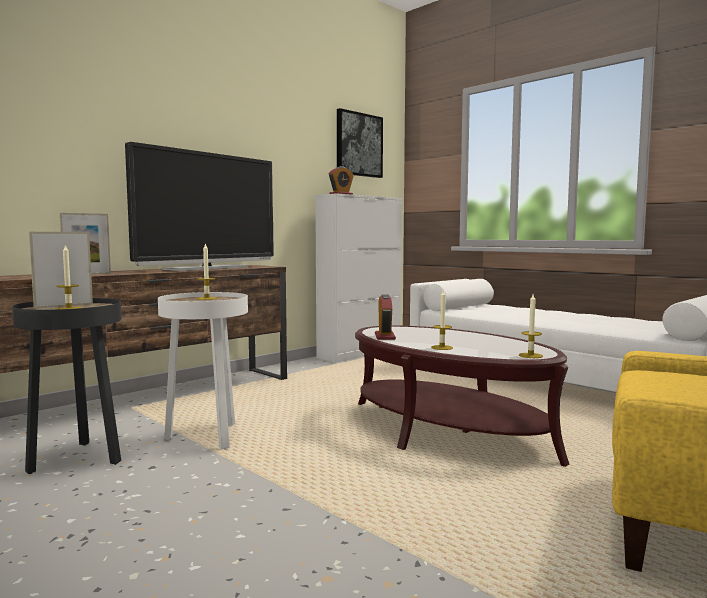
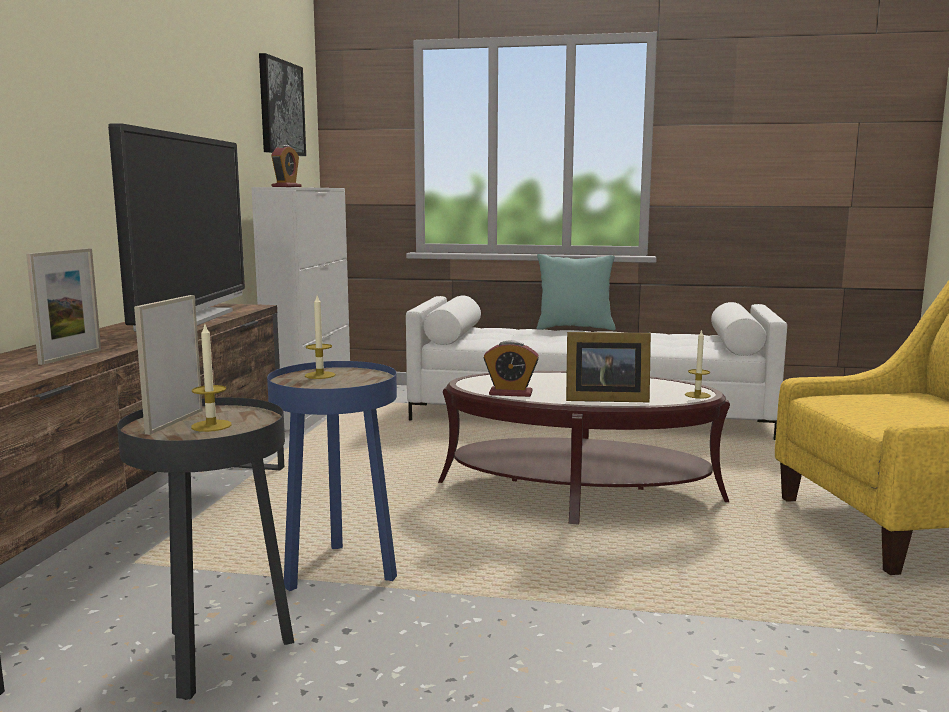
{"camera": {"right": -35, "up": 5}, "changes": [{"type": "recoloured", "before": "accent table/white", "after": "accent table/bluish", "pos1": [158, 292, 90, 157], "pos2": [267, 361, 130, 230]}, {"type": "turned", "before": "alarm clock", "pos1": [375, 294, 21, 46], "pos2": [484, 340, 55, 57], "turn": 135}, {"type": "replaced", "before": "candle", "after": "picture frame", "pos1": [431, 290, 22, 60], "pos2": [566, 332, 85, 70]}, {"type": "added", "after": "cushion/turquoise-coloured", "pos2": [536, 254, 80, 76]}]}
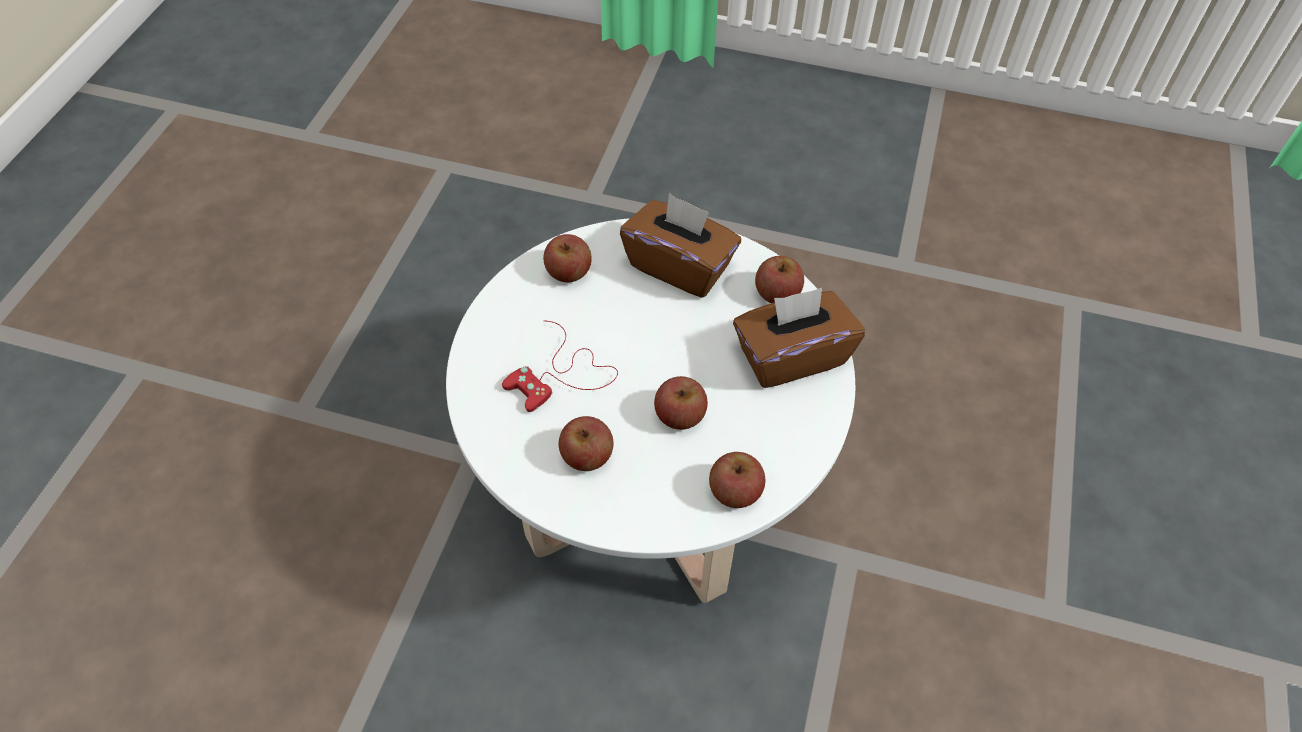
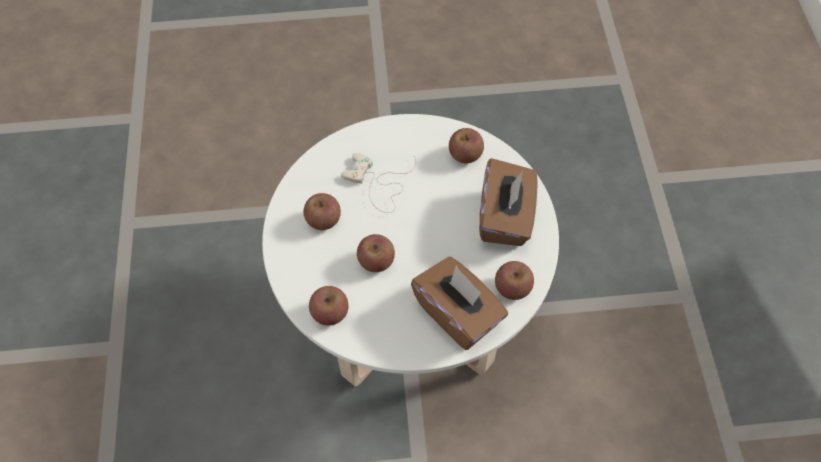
{"camera": {"right": 70, "up": 5}, "changes": [{"type": "recoloured", "before": "joypad/reddish", "after": "joypad/white", "pos1": [502, 320, 116, 92], "pos2": [341, 153, 75, 60]}]}
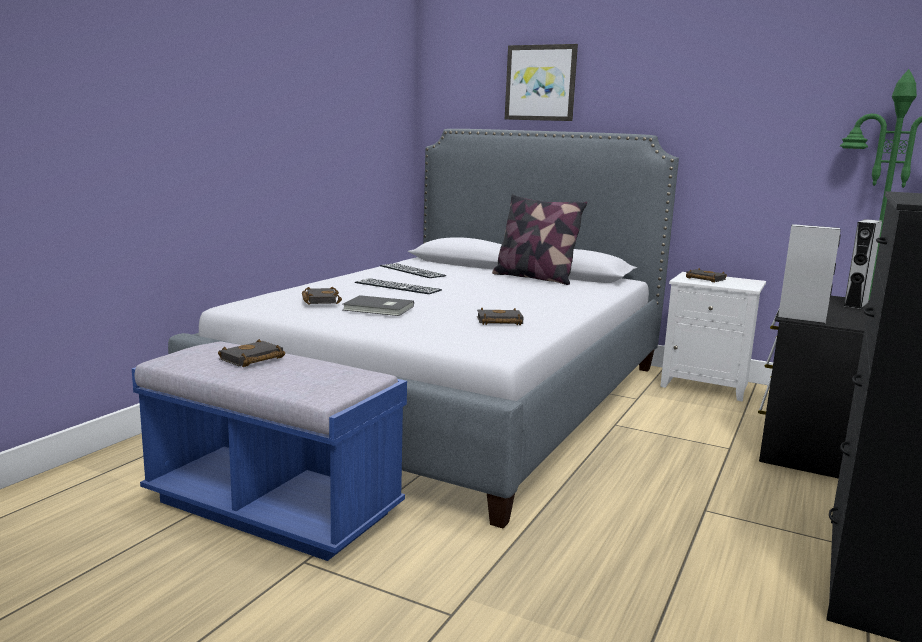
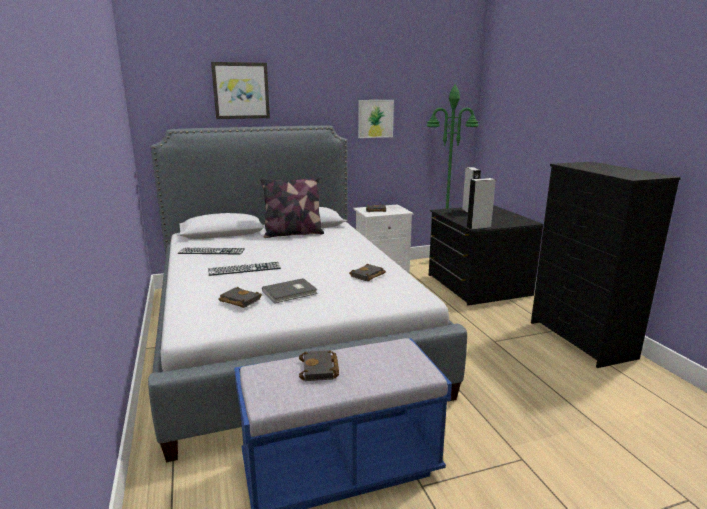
{"camera": {"right": -45, "up": 5}, "changes": [{"type": "added", "after": "wall picture", "pos2": [358, 100, 36, 38]}]}
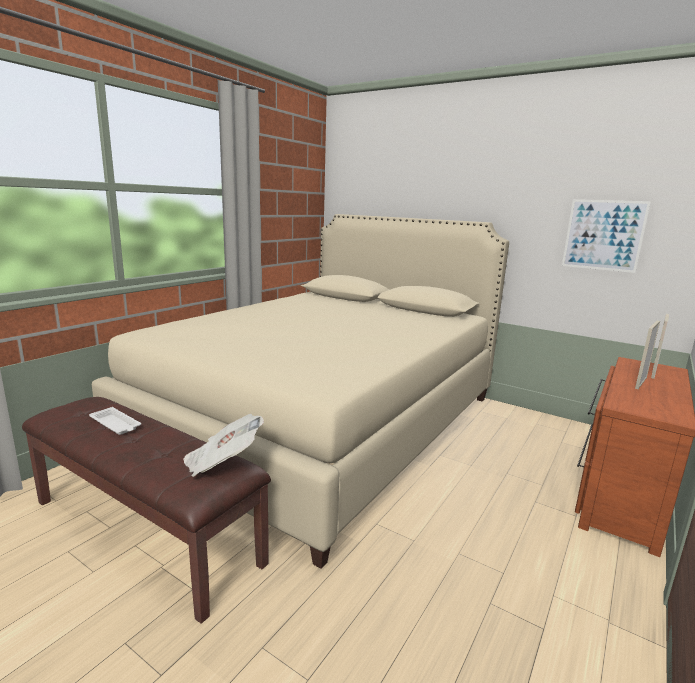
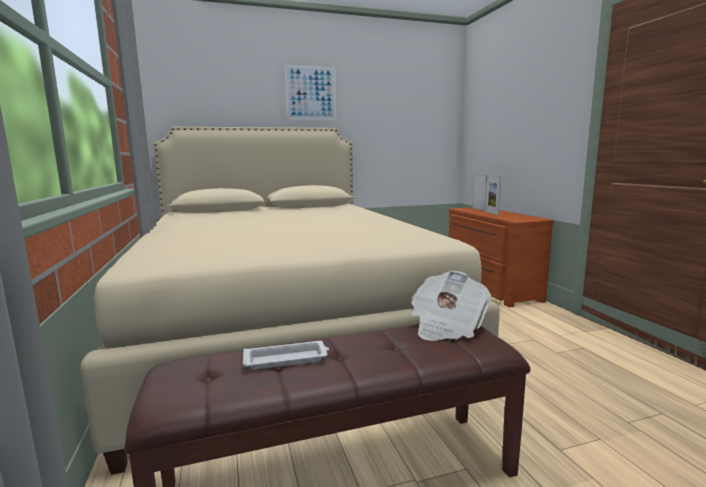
{"camera": {"right": -50, "up": -5}, "changes": [{"type": "moved", "before": "wall picture", "pos1": [562, 199, 89, 74], "pos2": [285, 65, 51, 55]}]}
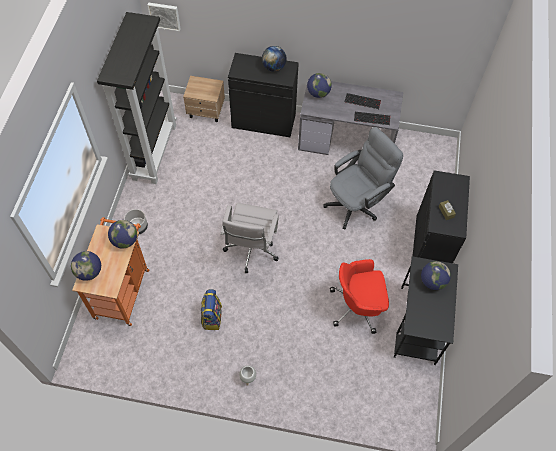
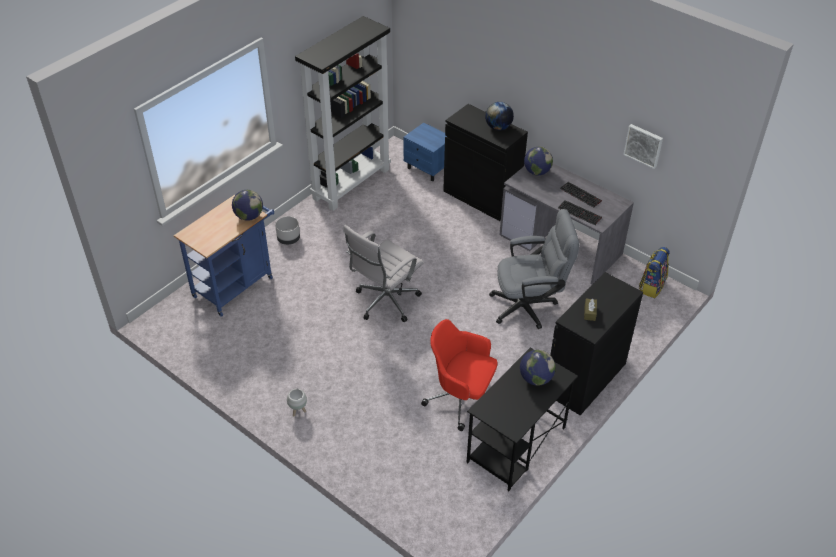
{"camera": {"right": 30, "up": -15}, "changes": [{"type": "removed", "before": "world globe", "pos1": [71, 251, 30, 30]}, {"type": "recoloured", "before": "wheeled cart/orange", "after": "wheeled cart/bluish", "pos1": [72, 217, 77, 109], "pos2": [174, 195, 100, 122]}, {"type": "moved", "before": "wall picture", "pos1": [148, 3, 33, 28], "pos2": [623, 124, 40, 45]}, {"type": "recoloured", "before": "night table/beige-coloured", "after": "night table/bluish", "pos1": [183, 76, 42, 46], "pos2": [403, 123, 44, 58]}, {"type": "moved", "before": "backpack", "pos1": [201, 289, 21, 41], "pos2": [639, 247, 31, 51]}]}
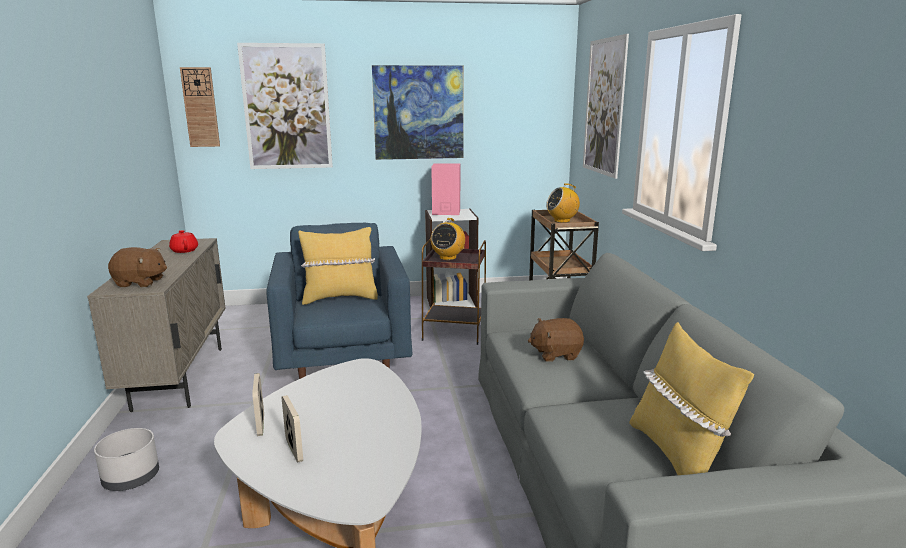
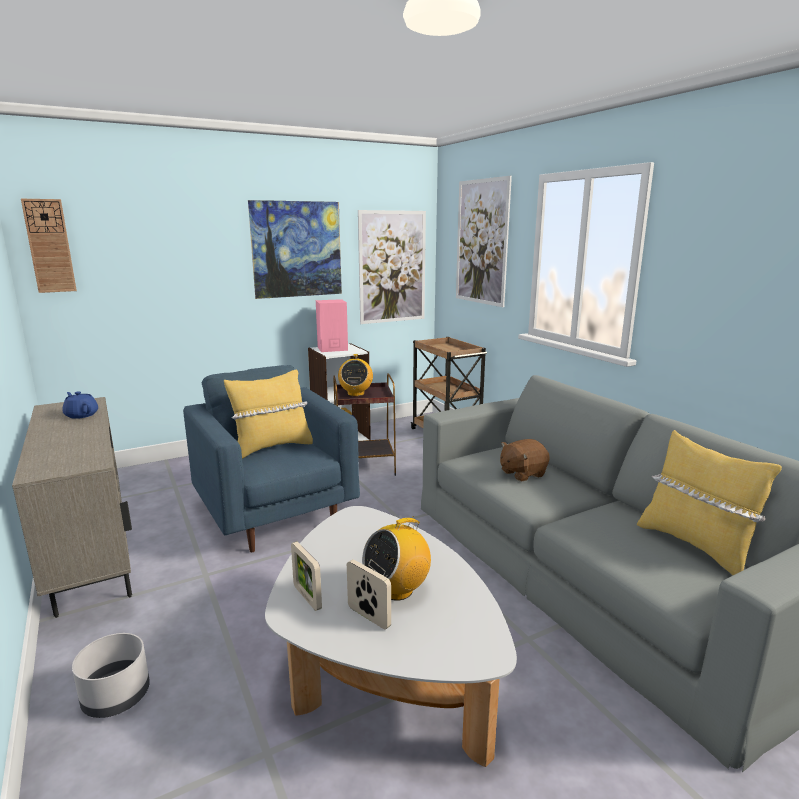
{"camera": {"right": -20, "up": 0}, "changes": [{"type": "removed", "before": "cuddly toy/brown-coloured", "pos1": [108, 247, 59, 40]}, {"type": "recoloured", "before": "pot for tea/reddish", "after": "pot for tea/bluish", "pos1": [169, 230, 29, 23], "pos2": [62, 391, 36, 28]}, {"type": "moved", "before": "wall picture", "pos1": [237, 43, 96, 126], "pos2": [358, 210, 68, 114]}, {"type": "moved", "before": "radio set", "pos1": [546, 183, 34, 40], "pos2": [362, 517, 69, 84]}]}
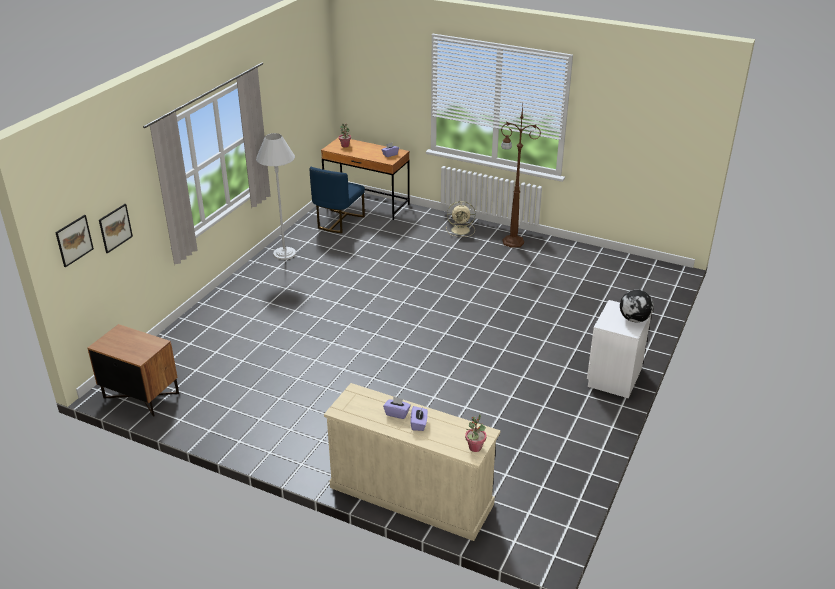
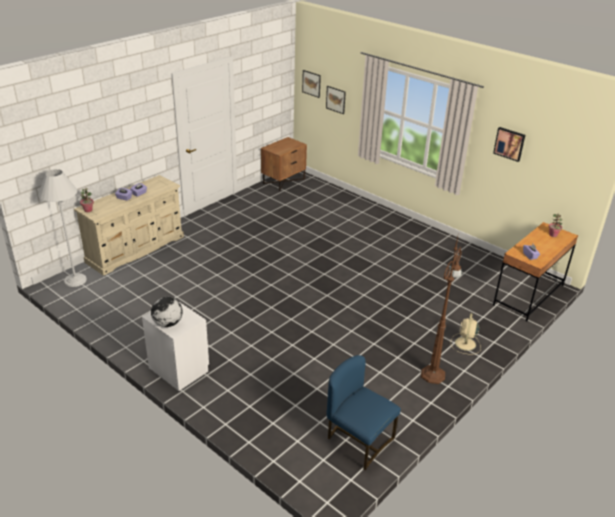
{"camera": {"right": 105, "up": 0}, "changes": [{"type": "moved", "before": "floor lamp/white", "pos1": [256, 133, 40, 127], "pos2": [38, 169, 49, 118]}, {"type": "moved", "before": "chair/bluish", "pos1": [309, 167, 56, 66], "pos2": [327, 355, 74, 115]}, {"type": "added", "after": "wall picture", "pos2": [493, 127, 32, 35]}]}
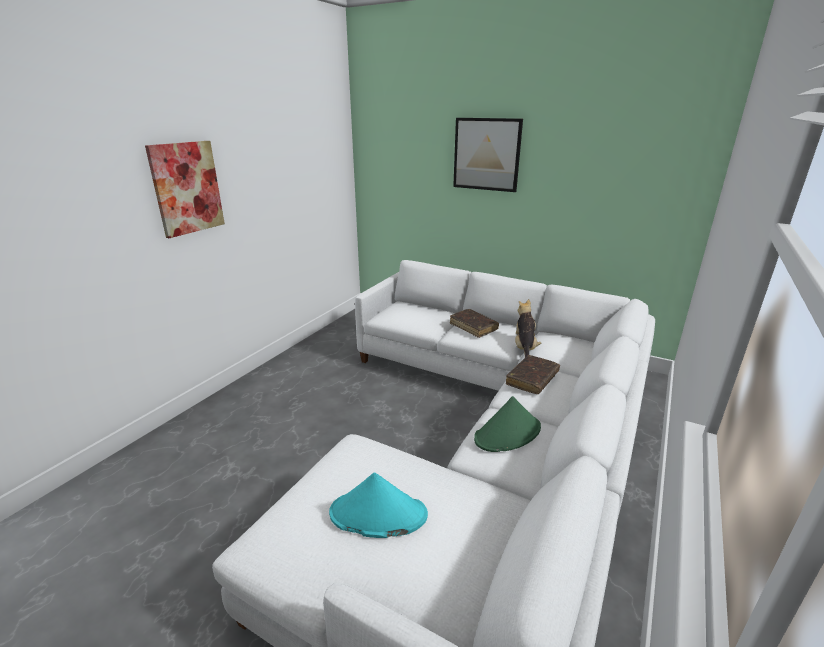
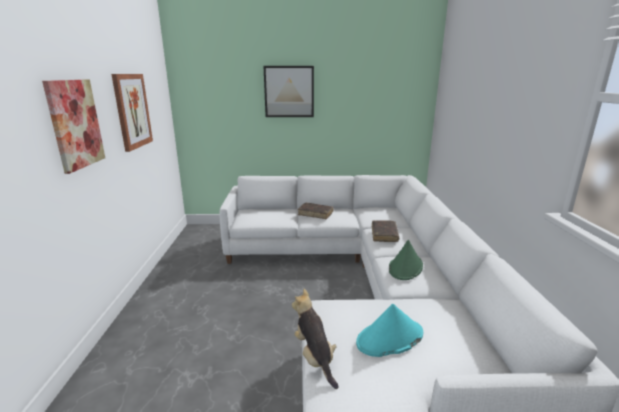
{"camera": {"right": -30, "up": -5}, "changes": [{"type": "moved", "before": "cuddly toy", "pos1": [515, 299, 26, 58], "pos2": [292, 289, 47, 100]}, {"type": "added", "after": "wall picture", "pos2": [111, 74, 42, 78]}]}
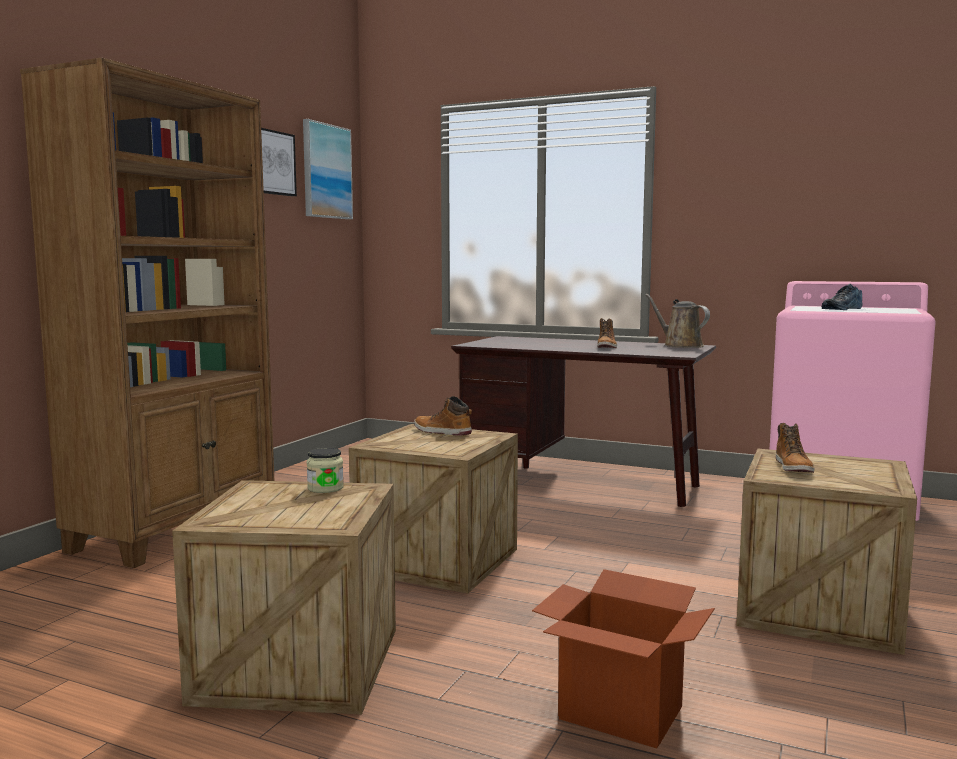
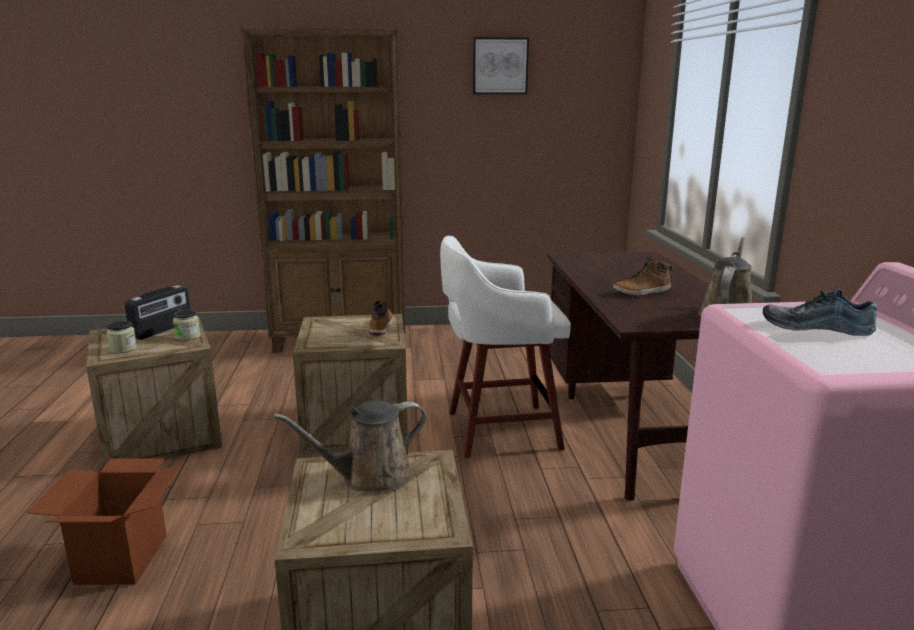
{"camera": {"right": 60, "up": 10}, "changes": [{"type": "removed", "before": "wall picture", "pos1": [303, 119, 50, 100]}, {"type": "replaced", "before": "high-top boot", "after": "sprinkling can/brown-coloured", "pos1": [776, 423, 38, 50], "pos2": [273, 400, 153, 92]}, {"type": "added", "after": "storage jar", "pos2": [106, 321, 31, 33]}, {"type": "added", "after": "radio set", "pos2": [125, 285, 65, 55]}, {"type": "added", "after": "sitting stool/white", "pos2": [440, 236, 131, 222]}]}
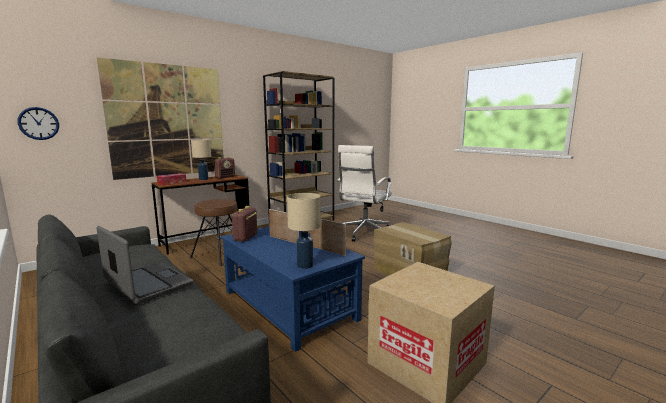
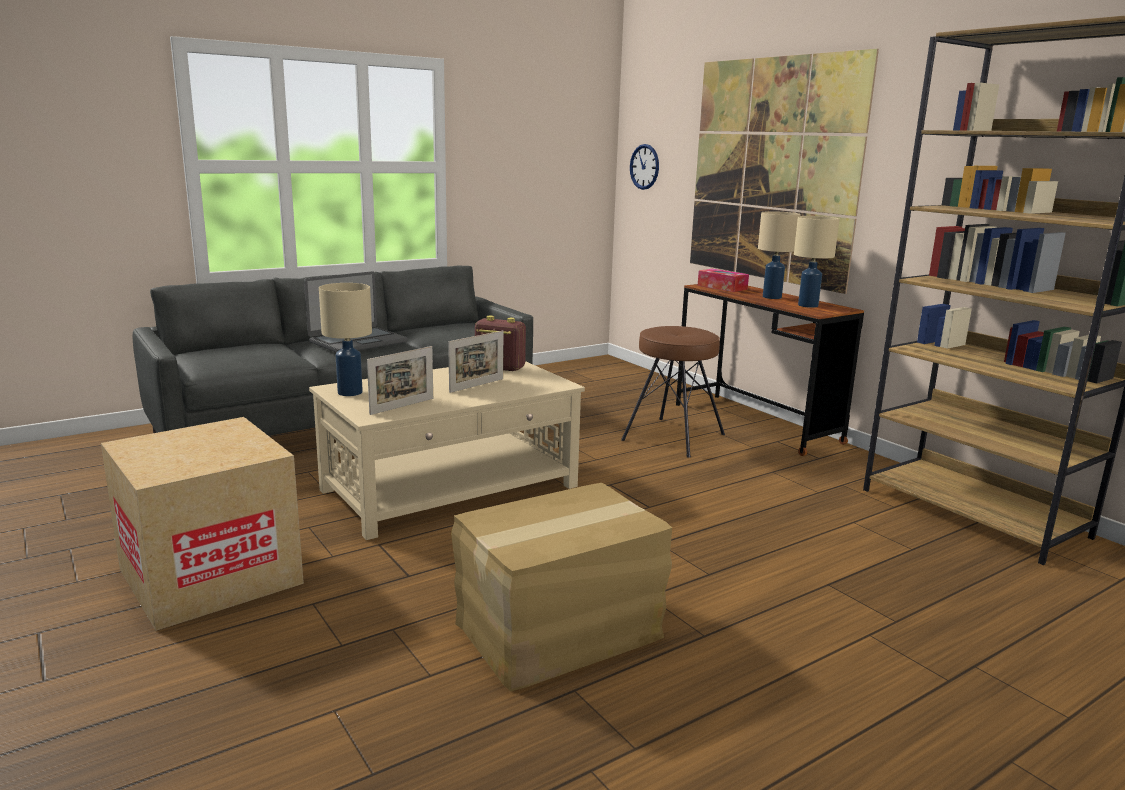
{"camera": {"right": 95, "up": 5}, "changes": [{"type": "replaced", "before": "radio set", "after": "lamp for a table/beige-coloured", "pos1": [214, 157, 21, 22], "pos2": [794, 216, 45, 92]}, {"type": "recoloured", "before": "coffee table/bluish", "after": "coffee table/beige-coloured", "pos1": [221, 226, 144, 126], "pos2": [309, 361, 276, 179]}, {"type": "removed", "before": "computer chair/white", "pos1": [337, 145, 55, 96]}]}
